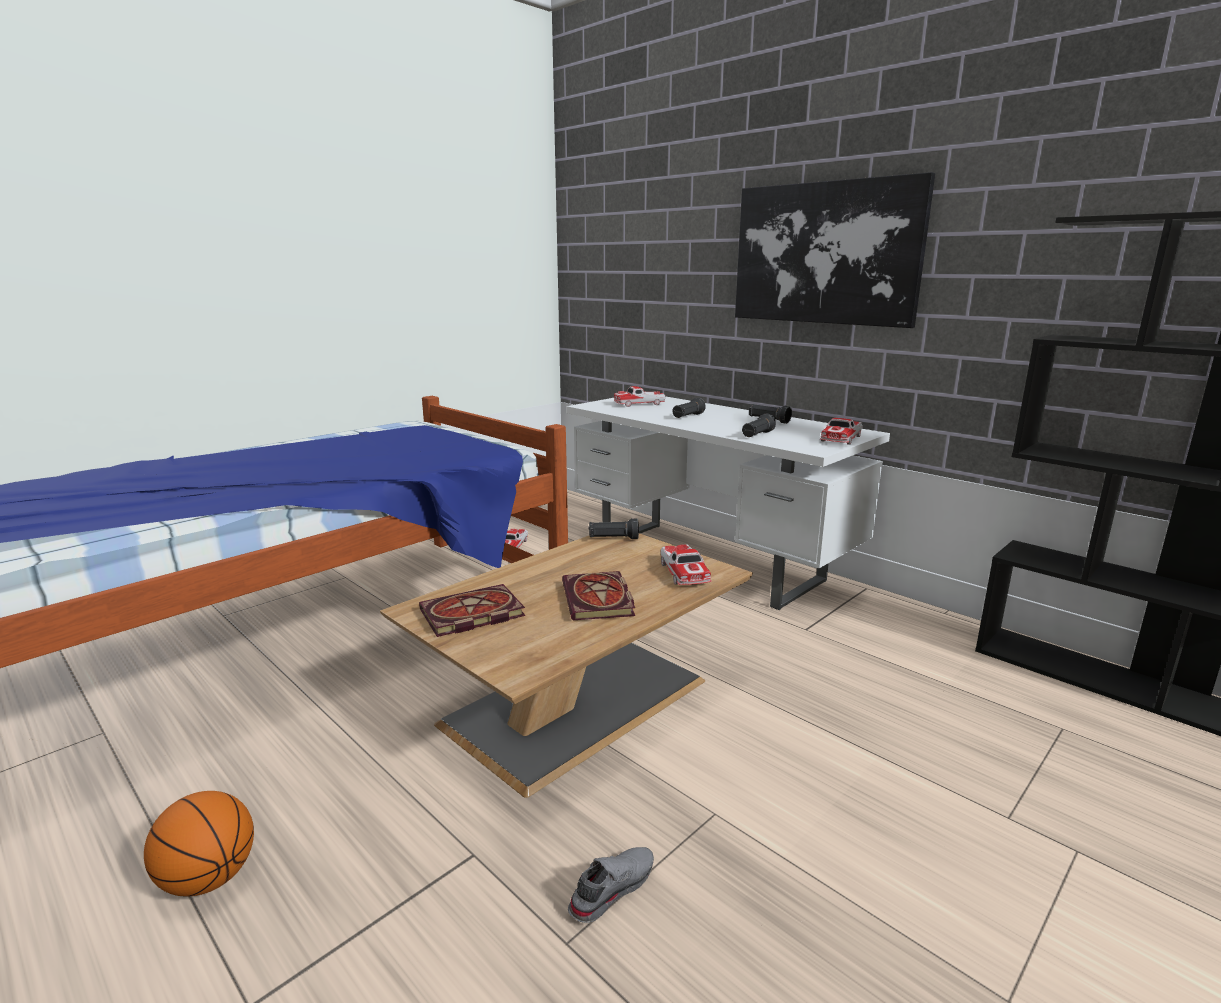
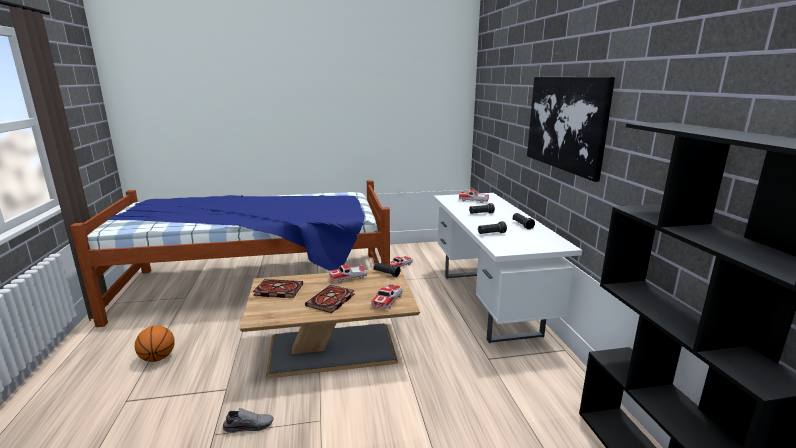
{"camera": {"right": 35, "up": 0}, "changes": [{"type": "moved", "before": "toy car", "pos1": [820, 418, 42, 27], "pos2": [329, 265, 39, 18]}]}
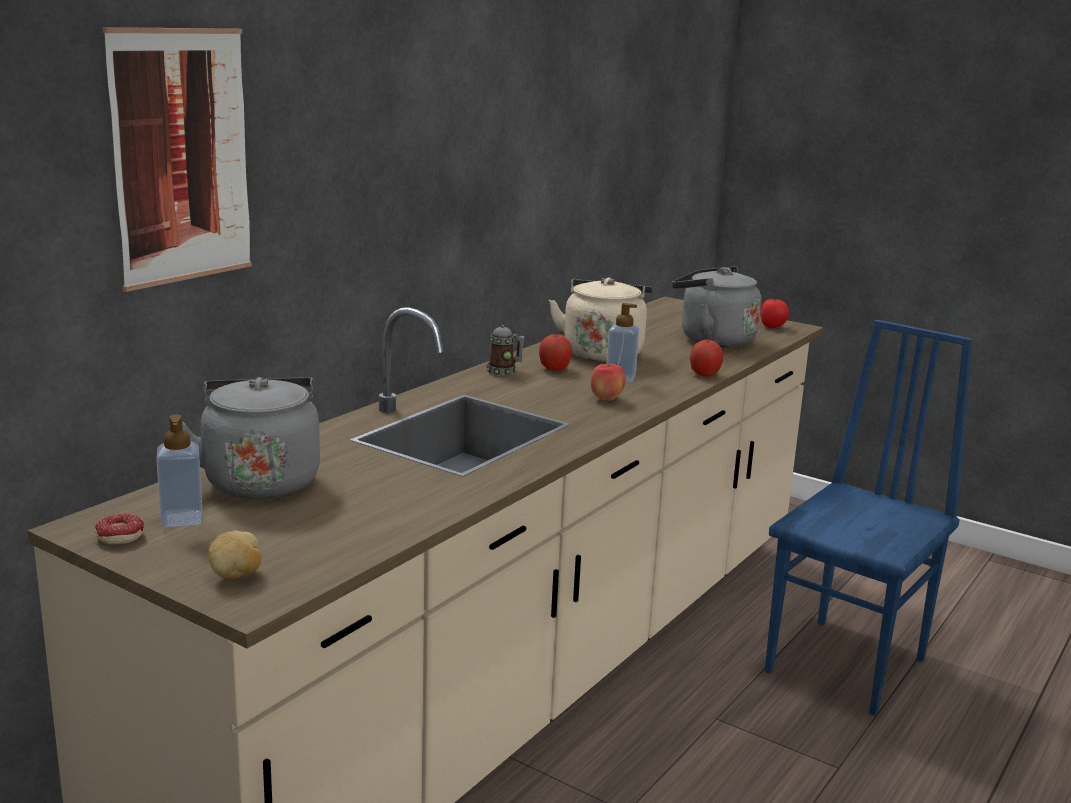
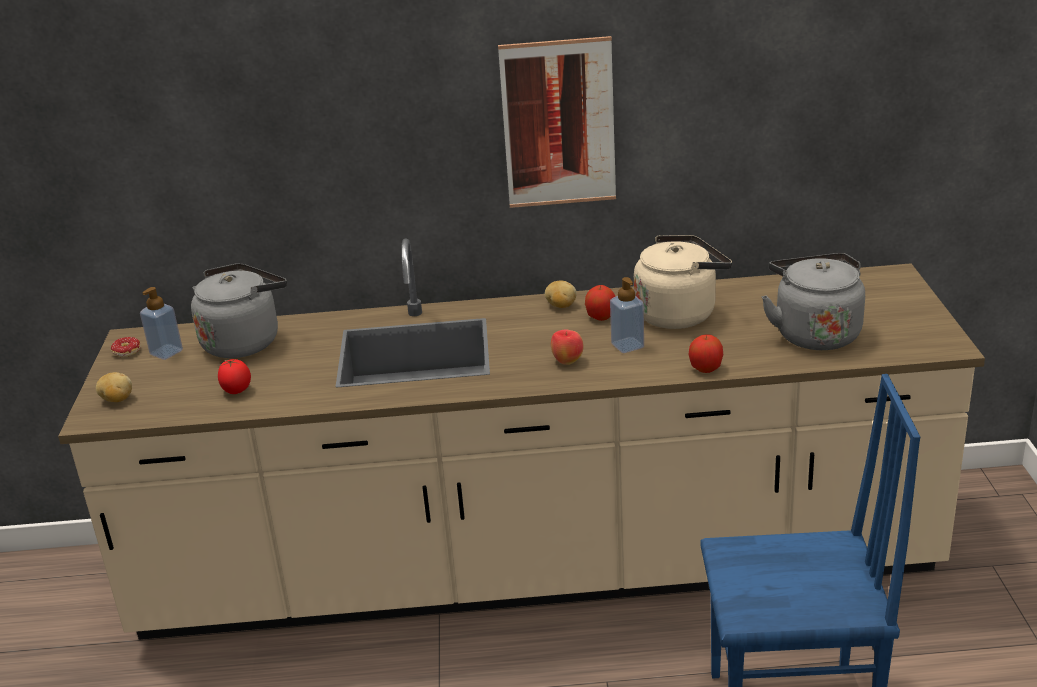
{"camera": {"right": 55, "up": 10}, "changes": [{"type": "moved", "before": "wall picture", "pos1": [102, 27, 150, 265], "pos2": [498, 36, 118, 172]}, {"type": "replaced", "before": "coffee mug", "after": "potato", "pos1": [486, 325, 38, 51], "pos2": [545, 280, 32, 28]}, {"type": "moved", "before": "fresh tomato", "pos1": [760, 298, 29, 30], "pos2": [218, 358, 33, 36]}]}
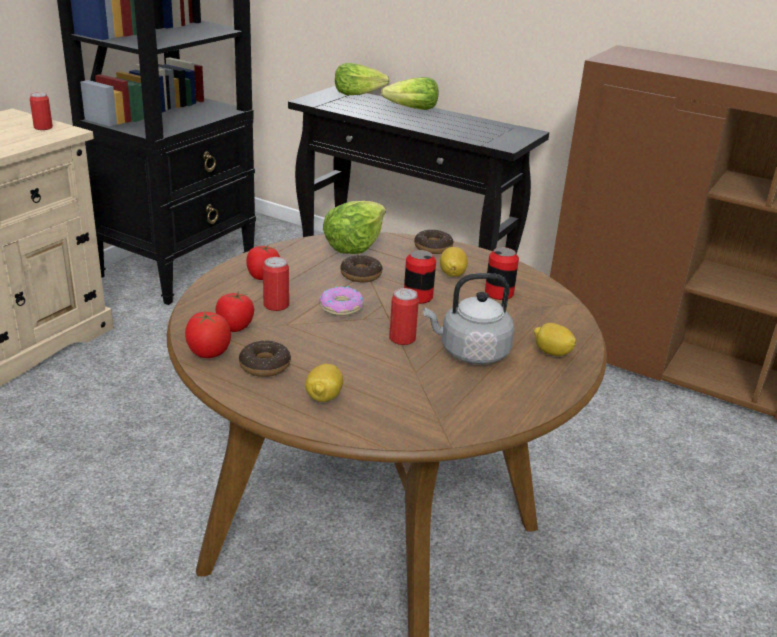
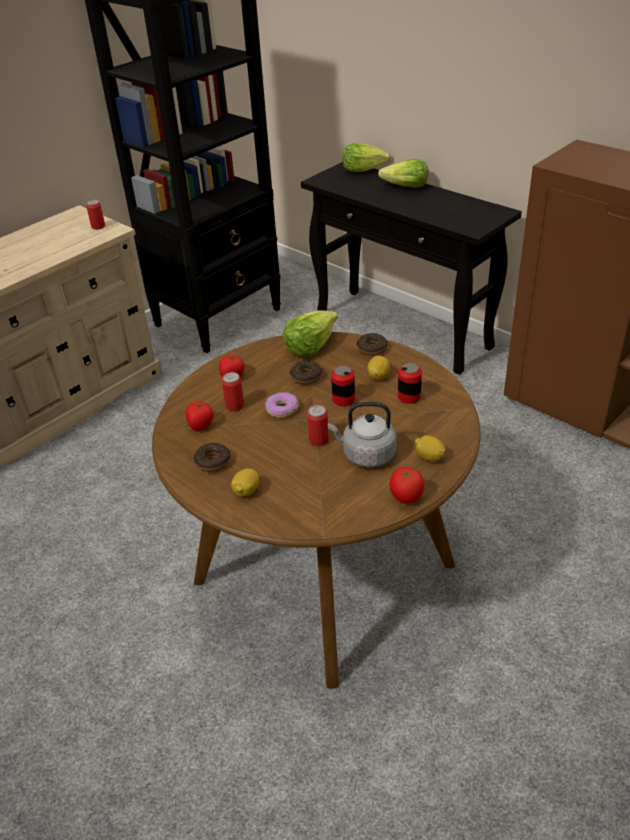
{"camera": {"right": 15, "up": 10}, "changes": [{"type": "moved", "before": "fresh tomato", "pos1": [185, 312, 46, 46], "pos2": [389, 467, 35, 37]}]}
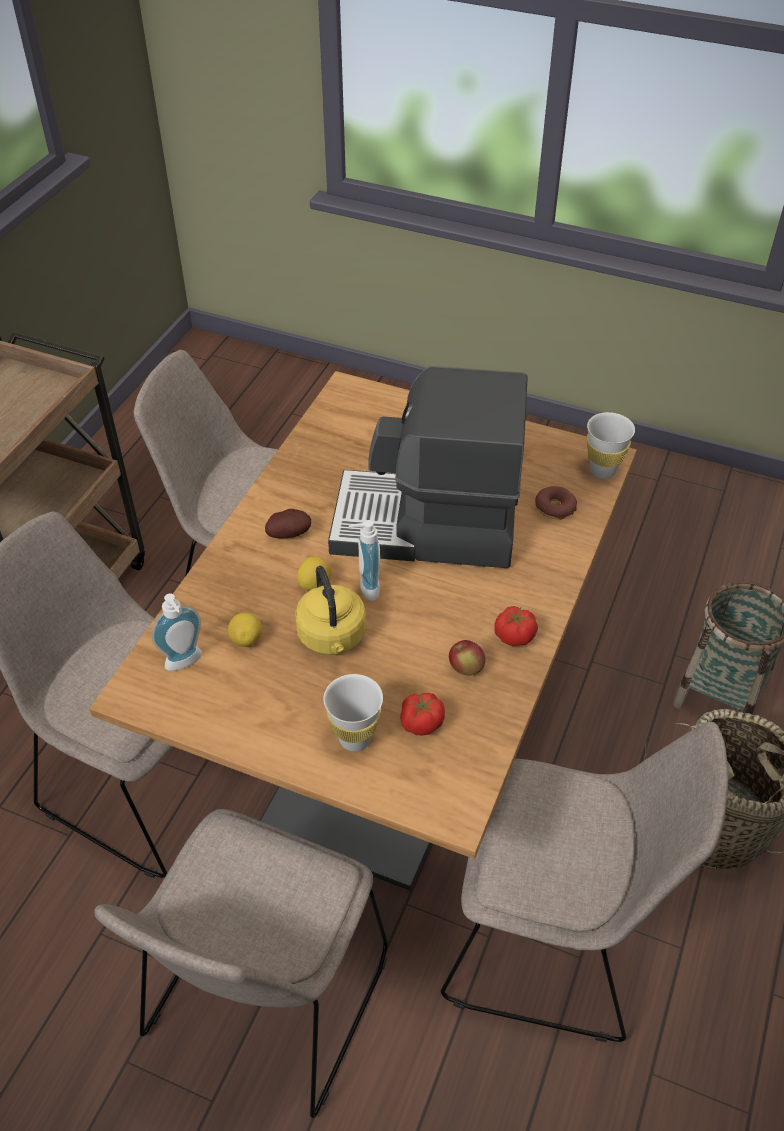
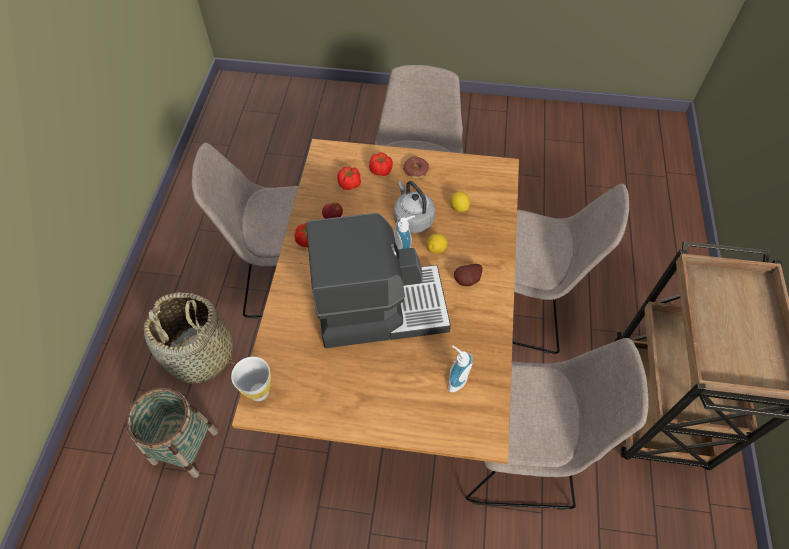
{"camera": {"right": 165, "up": 10}, "changes": [{"type": "moved", "before": "liquid soap bottle", "pos1": [152, 594, 50, 77], "pos2": [448, 346, 25, 46]}, {"type": "recoloured", "before": "water kettle/yellow-coloured", "after": "water kettle/gray", "pos1": [295, 566, 71, 89], "pos2": [394, 181, 41, 52]}, {"type": "replaced", "before": "drinking cup/white", "after": "fresh tomato", "pos1": [323, 674, 60, 78], "pos2": [369, 152, 24, 24]}, {"type": "moved", "before": "doughnut", "pos1": [535, 486, 42, 34], "pos2": [403, 156, 26, 22]}]}
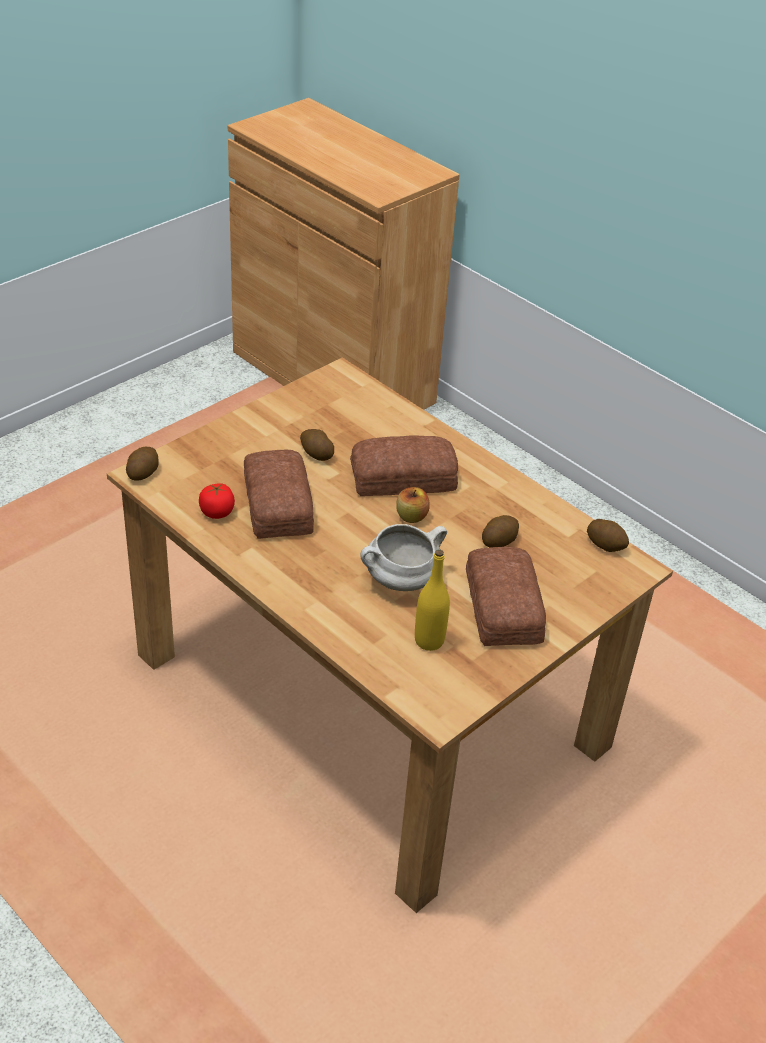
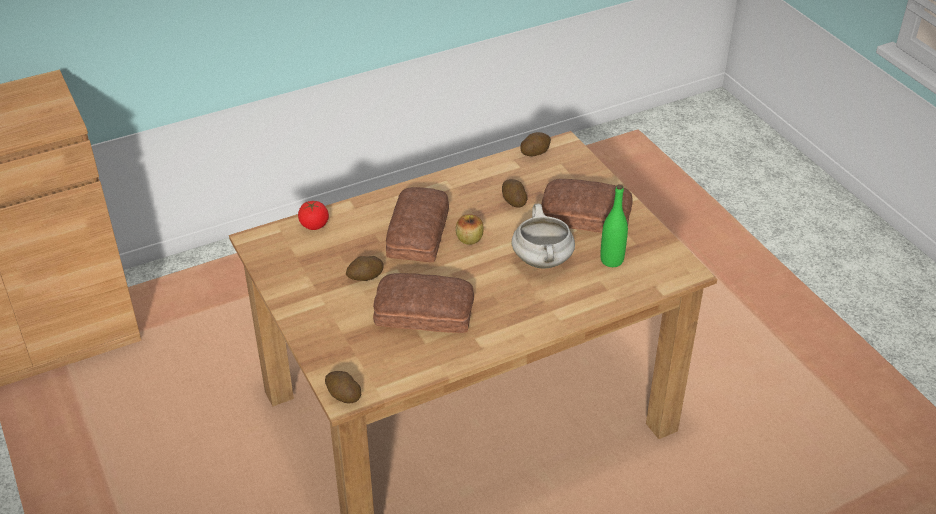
{"camera": {"right": -70, "up": 0}, "changes": [{"type": "moved", "before": "fresh tomato", "pos1": [199, 483, 36, 36], "pos2": [298, 201, 31, 29]}, {"type": "recoloured", "before": "beverage bottle/yellow-coloured", "after": "beverage bottle/green", "pos1": [415, 550, 35, 101], "pos2": [600, 184, 28, 83]}]}
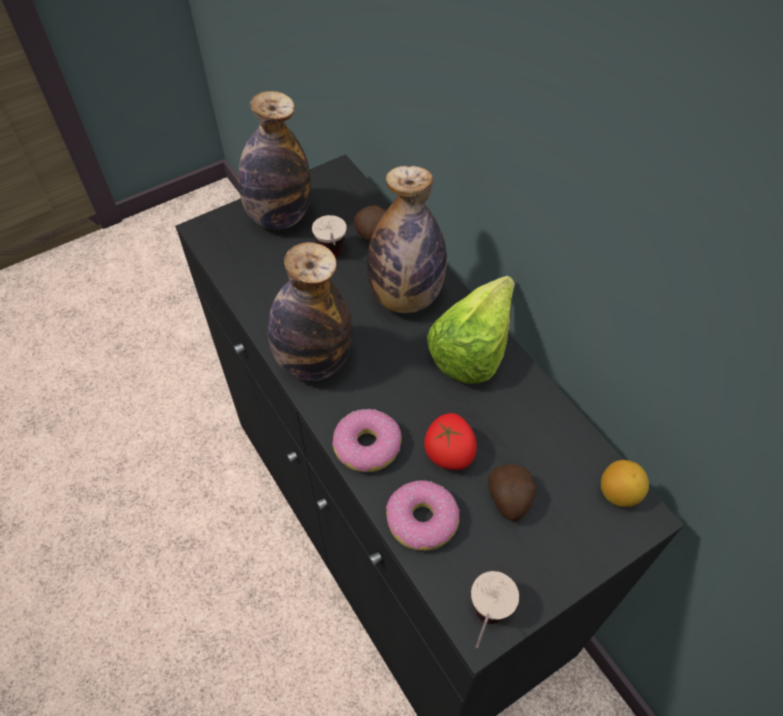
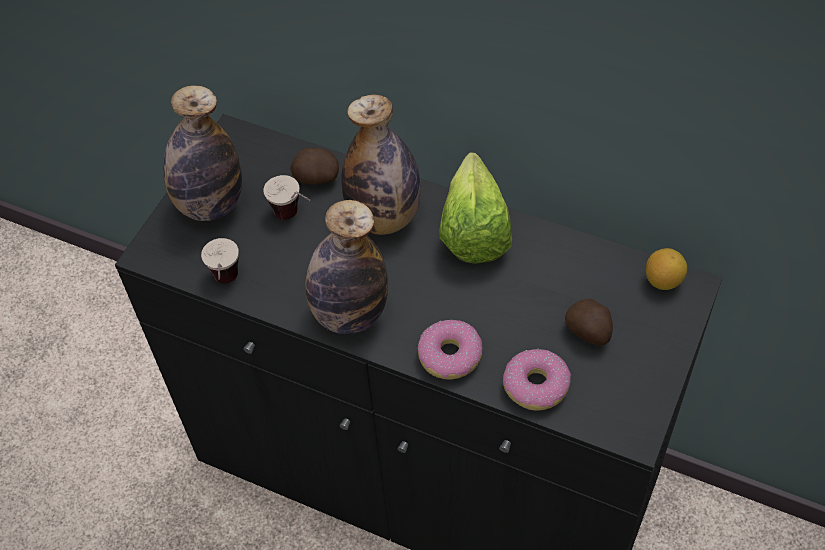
{"camera": {"right": -30, "up": 0}, "changes": [{"type": "removed", "before": "fresh tomato", "pos1": [424, 413, 53, 57]}, {"type": "moved", "before": "drinking cup", "pos1": [471, 571, 48, 77], "pos2": [201, 238, 38, 46]}]}
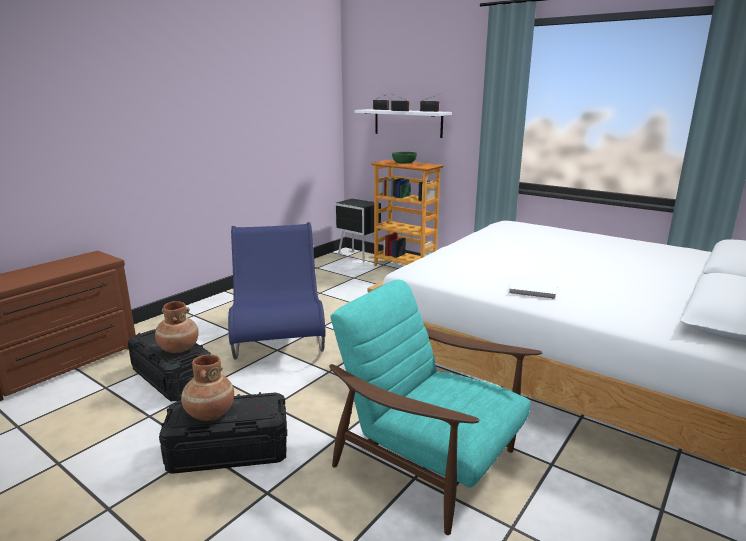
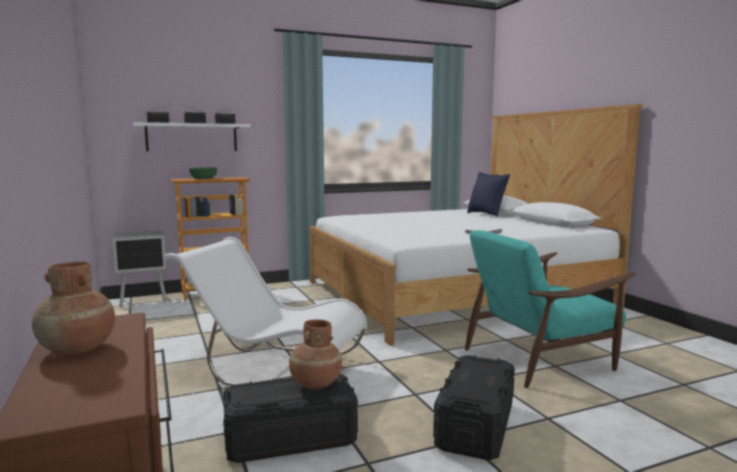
{"camera": {"right": -60, "up": -10}, "changes": [{"type": "moved", "before": "decorative vase/brown-coloured", "pos1": [181, 354, 53, 67], "pos2": [32, 262, 83, 92]}, {"type": "recoloured", "before": "chair/bluish", "after": "chair/white", "pos1": [228, 222, 98, 138], "pos2": [164, 237, 203, 149]}, {"type": "added", "after": "cushion/bluish", "pos2": [467, 172, 43, 45]}]}
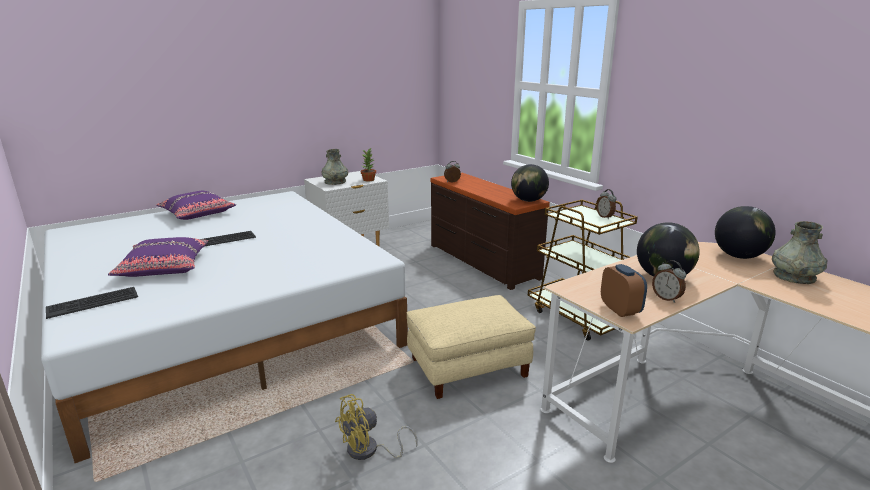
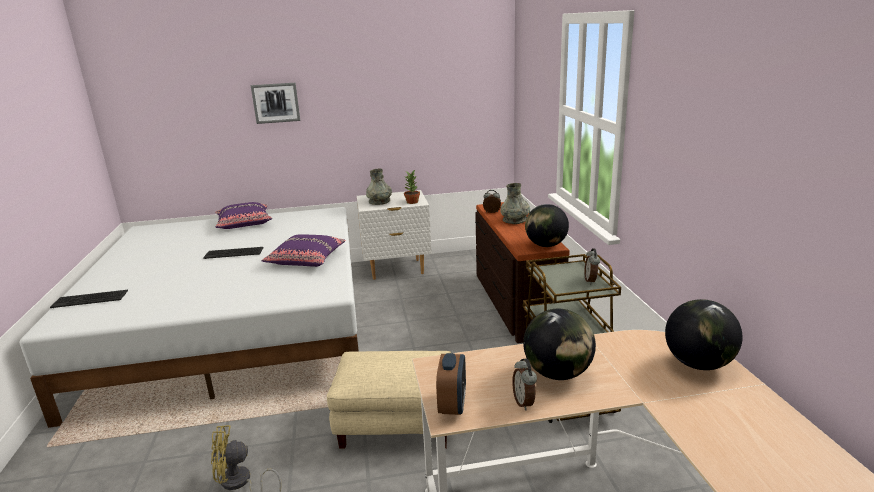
{"camera": {"right": 25, "up": 0}, "changes": [{"type": "moved", "before": "cushion/purple", "pos1": [108, 237, 100, 40], "pos2": [261, 234, 85, 33]}, {"type": "moved", "before": "decorative vase/gray", "pos1": [772, 221, 56, 63], "pos2": [500, 183, 30, 41]}, {"type": "added", "after": "wall picture", "pos2": [251, 83, 49, 41]}]}
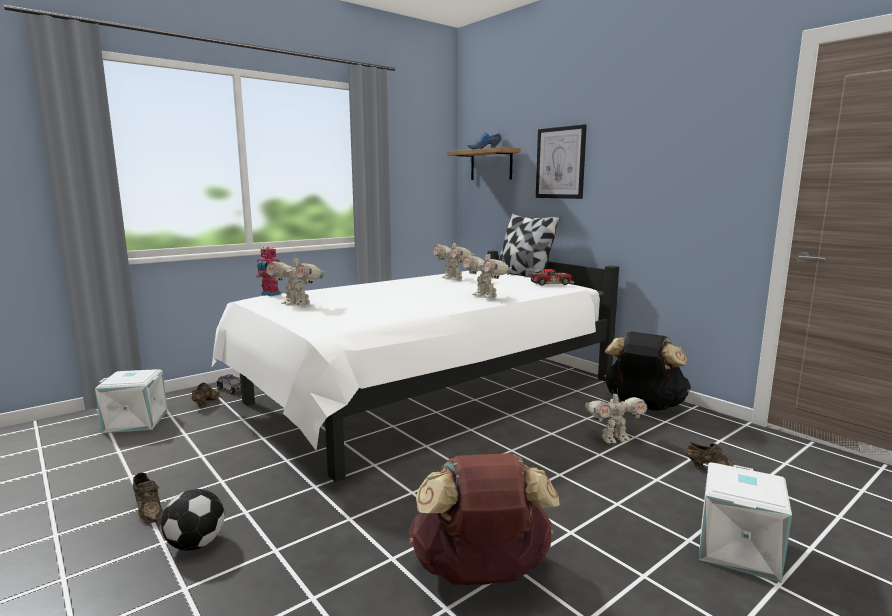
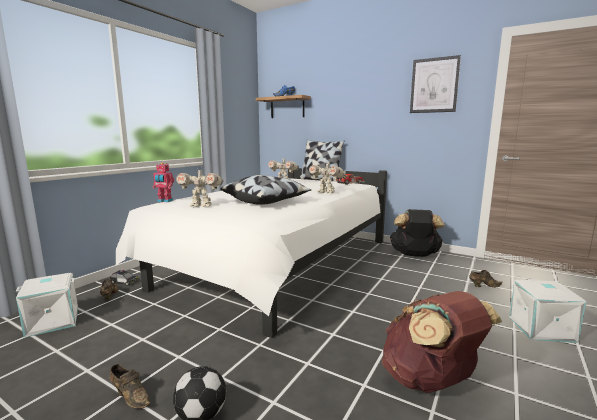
{"camera": {"right": -20, "up": 0}, "changes": [{"type": "moved", "before": "wall picture", "pos1": [536, 124, 51, 75], "pos2": [410, 55, 51, 58]}, {"type": "removed", "before": "toy robot", "pos1": [585, 389, 62, 54]}, {"type": "added", "after": "cushion", "pos2": [220, 175, 92, 30]}]}
